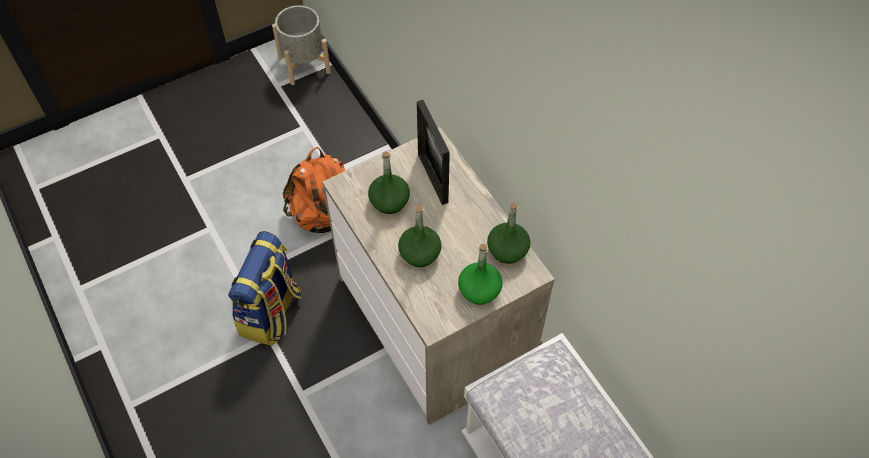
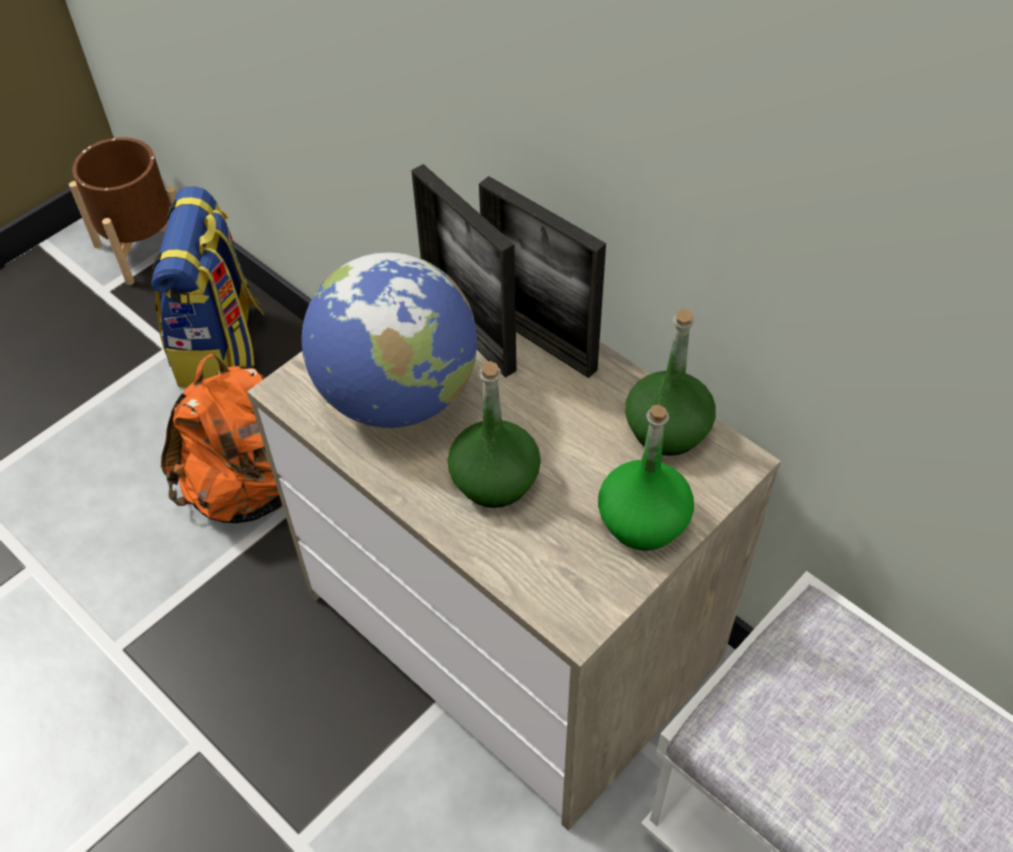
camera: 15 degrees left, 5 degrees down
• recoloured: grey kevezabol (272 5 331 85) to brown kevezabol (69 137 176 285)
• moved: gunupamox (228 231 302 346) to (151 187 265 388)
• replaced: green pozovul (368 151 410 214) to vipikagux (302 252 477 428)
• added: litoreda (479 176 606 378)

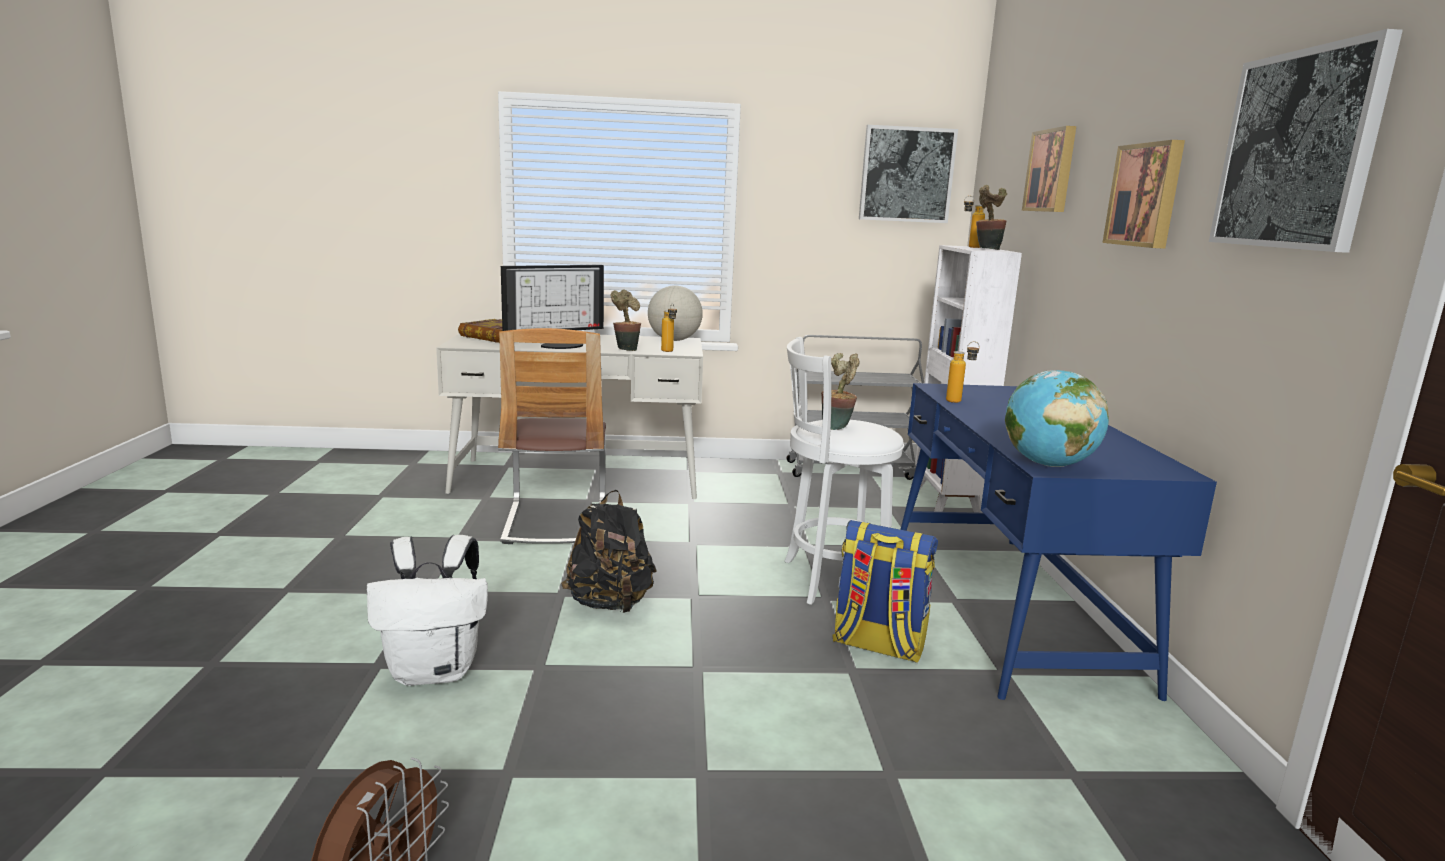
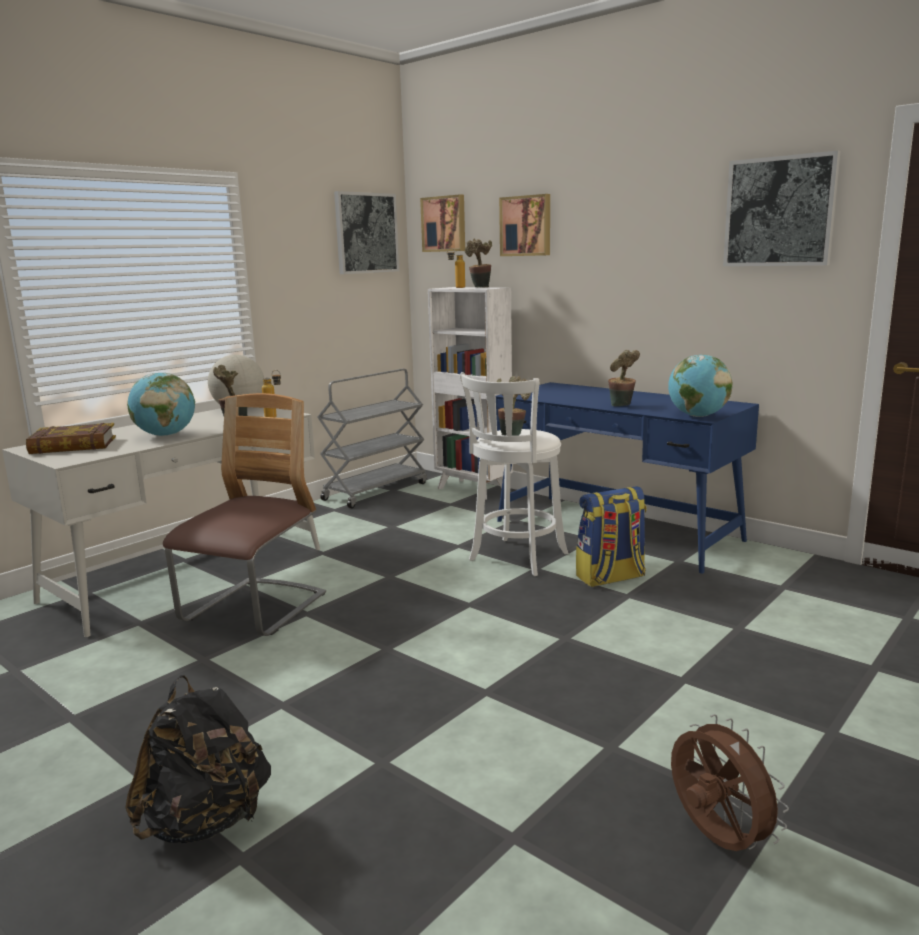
camera: 45 degrees left, 0 degrees up
• moved: black gunupamox (561 490 657 613) to (125 675 271 844)
• replaced: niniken (501 265 604 349) to vipikagux (127 373 195 436)
• turned: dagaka (498 328 606 544) = (163 393 326 636) 105 degrees counterclockwise
• moved: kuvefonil (1103 140 1185 249) to (420 194 465 252)
• added: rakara (608 350 640 406)
• removed: white gunupamox (366 535 488 686)
• removed: pozovul (946 341 980 403)

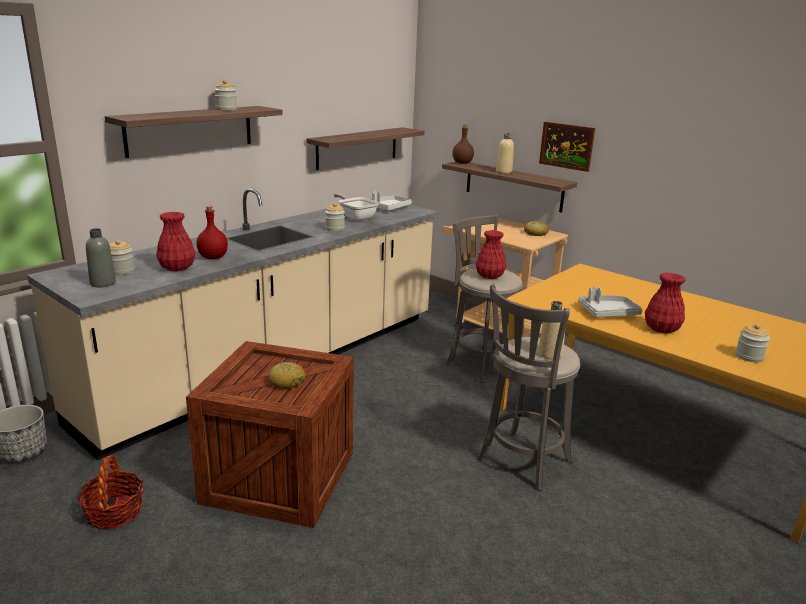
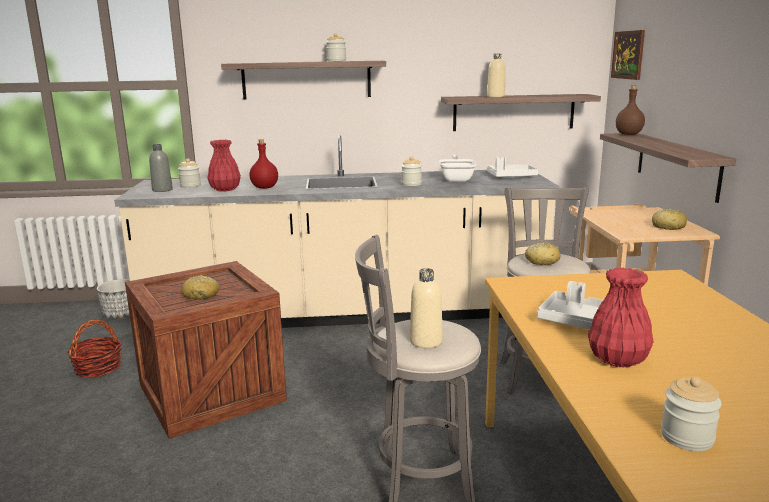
camera: 45 degrees right, 5 degrees down
• moved: beige pozovul (496 133 514 173) to (487 53 505 97)
• replaced: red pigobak (476 230 506 279) to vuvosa (525 242 561 265)
• moved: kuvefonil (539 122 595 172) to (611 30 645 80)

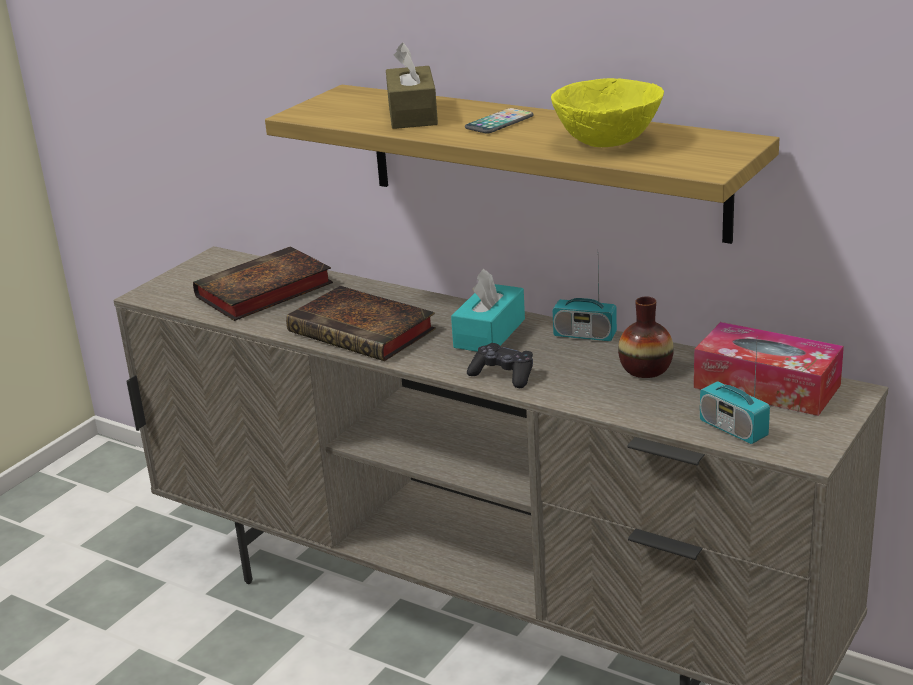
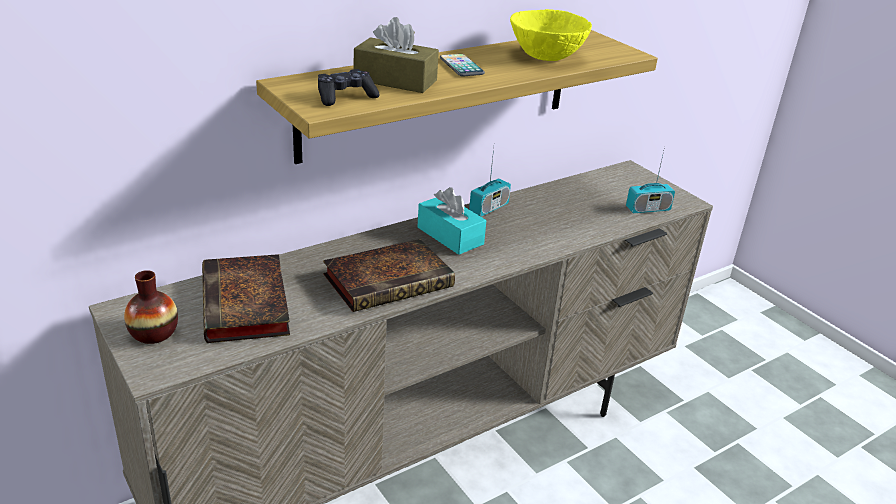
camera: 70 degrees left, 5 degrees up
• moved: pigobak (618 297 674 378) to (124 270 178 344)
• moved: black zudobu (467 343 533 388) to (318 69 380 106)
• removed: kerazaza (694 322 844 416)

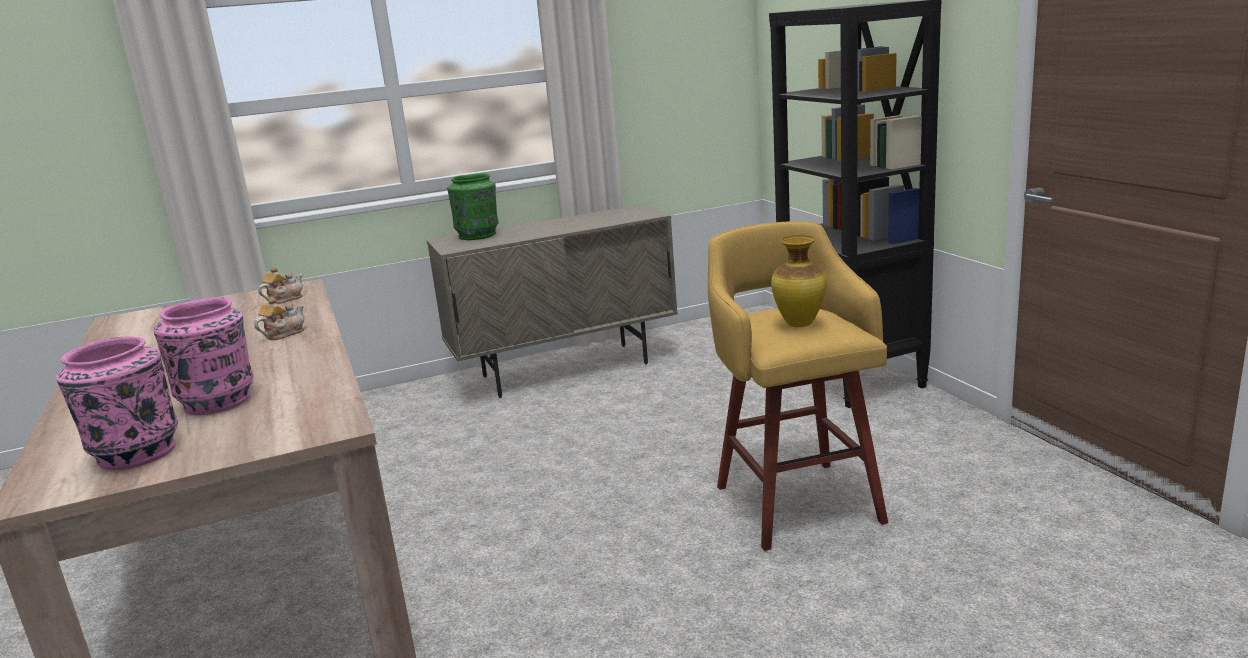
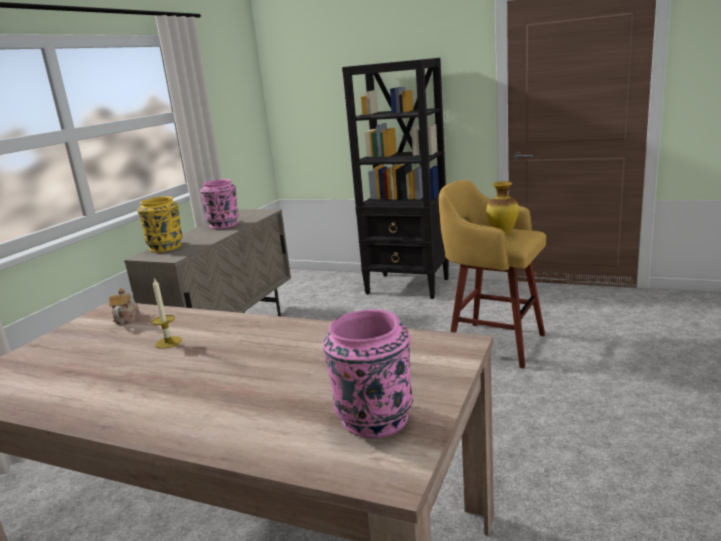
camera: 45 degrees left, 0 degrees up
• recoloured: green pigobak (447 173 499 240) to yellow pigobak (137 196 183 252)
• added: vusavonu (152 277 182 349)
• moved: pink pigobak (153 297 254 415) to (200 179 239 229)
• removed: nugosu (254 297 304 340)

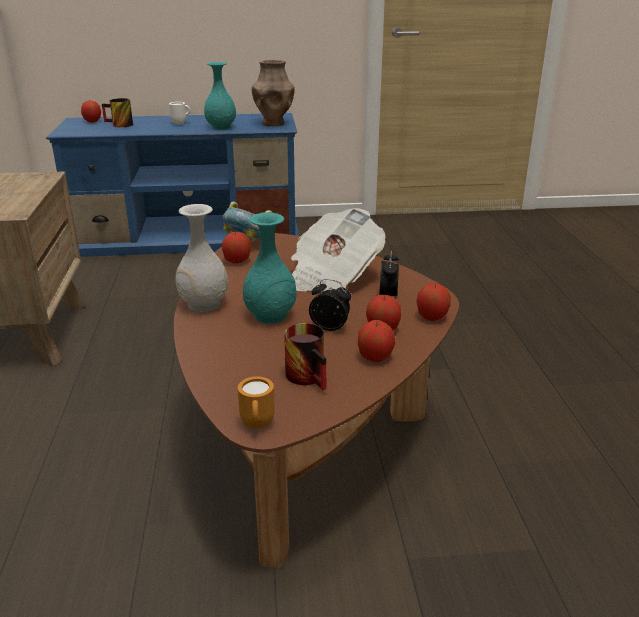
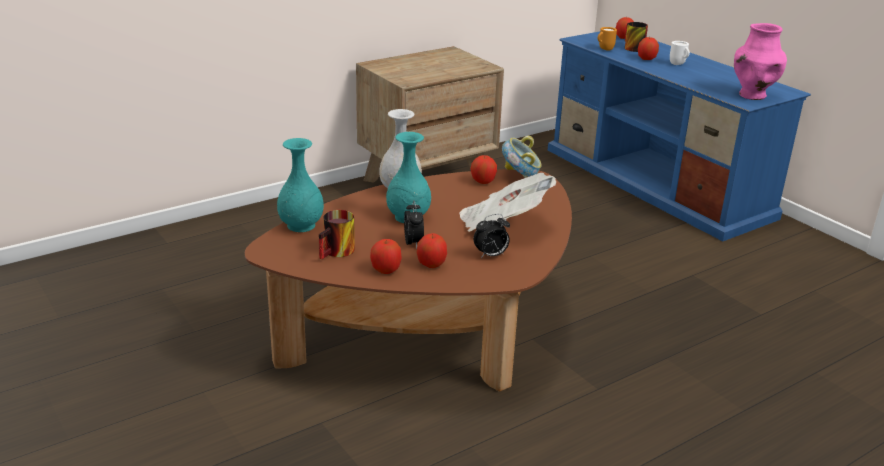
camera: 60 degrees right, 0 degrees up
• moved: turquoise pigobak (204 62 236 130) to (277 138 324 232)
• moved: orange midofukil (238 376 275 428) to (598 27 617 51)
• moved: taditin (416 283 451 321) to (638 37 659 60)
• recoloured: brown pigobak (251 59 295 126) to pink pigobak (734 23 787 100)

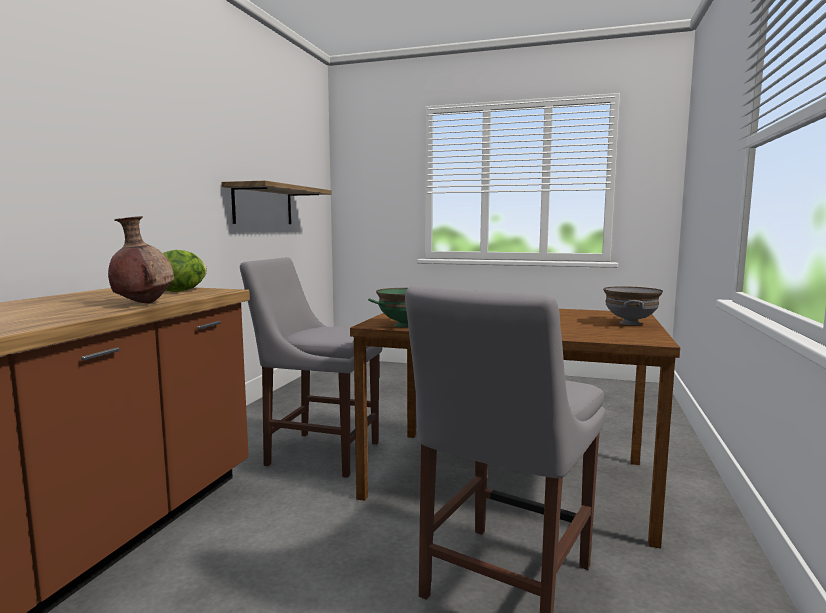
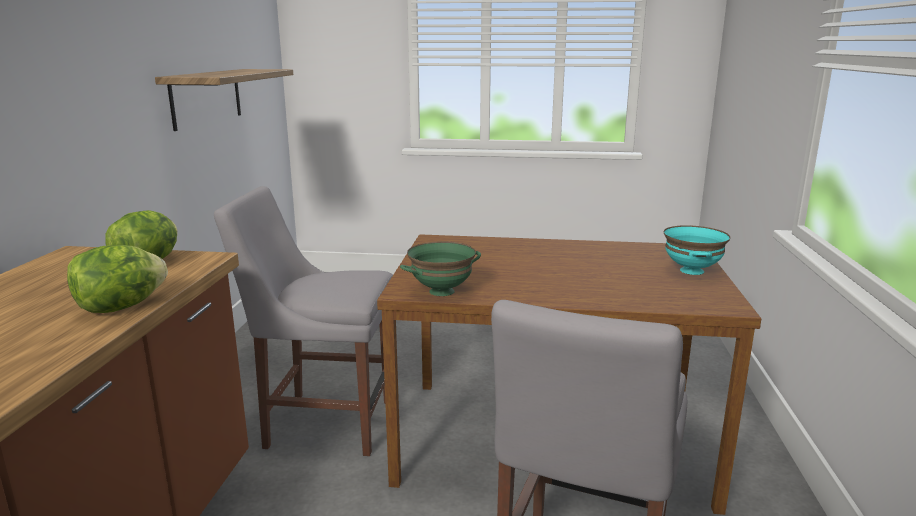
camera: 10 degrees left, 10 degrees up
• replaced: brown pigobak (108 216 174 303) to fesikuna (67 245 168 313)
• recoloured: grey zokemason (603 286 663 325) to turquoise zokemason (664 225 730 275)

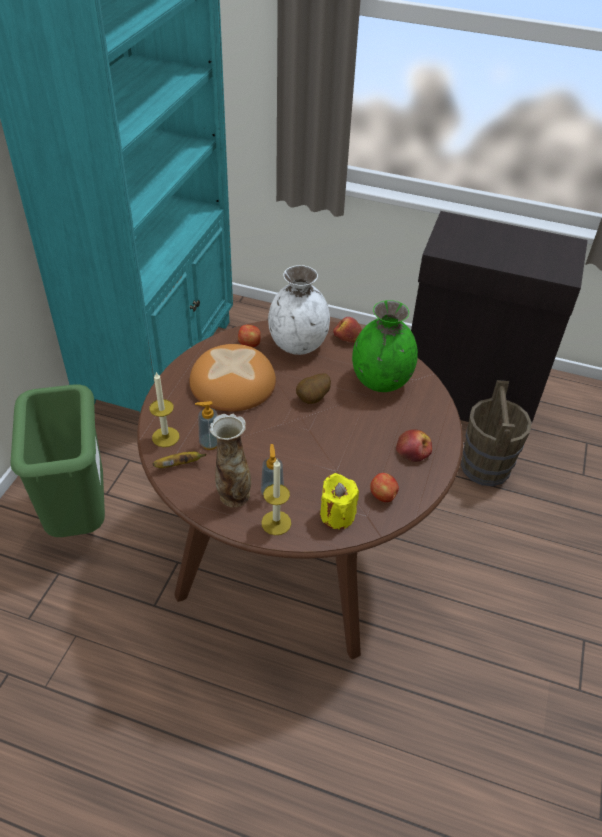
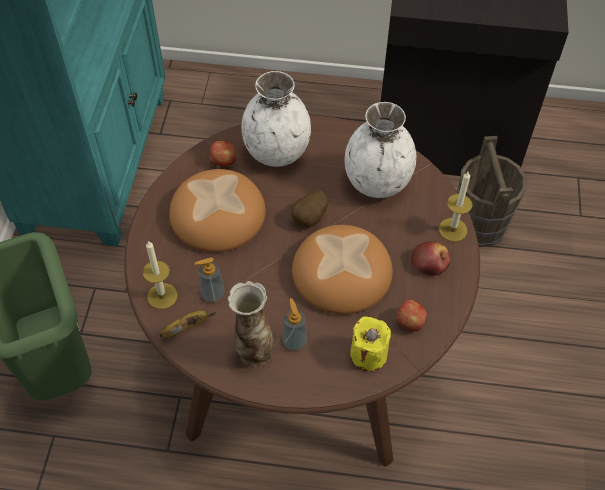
camera: 10 degrees left, 10 degrees up
• added: vuvosa (292 225 393 314)
• recoloured: green pigobak (352 300 418 392) to white pigobak (344 102 416 198)
• moved: vusavonu (261 460 291 535) to (439 172 472 242)
• removed: taditin (333 317 362 343)

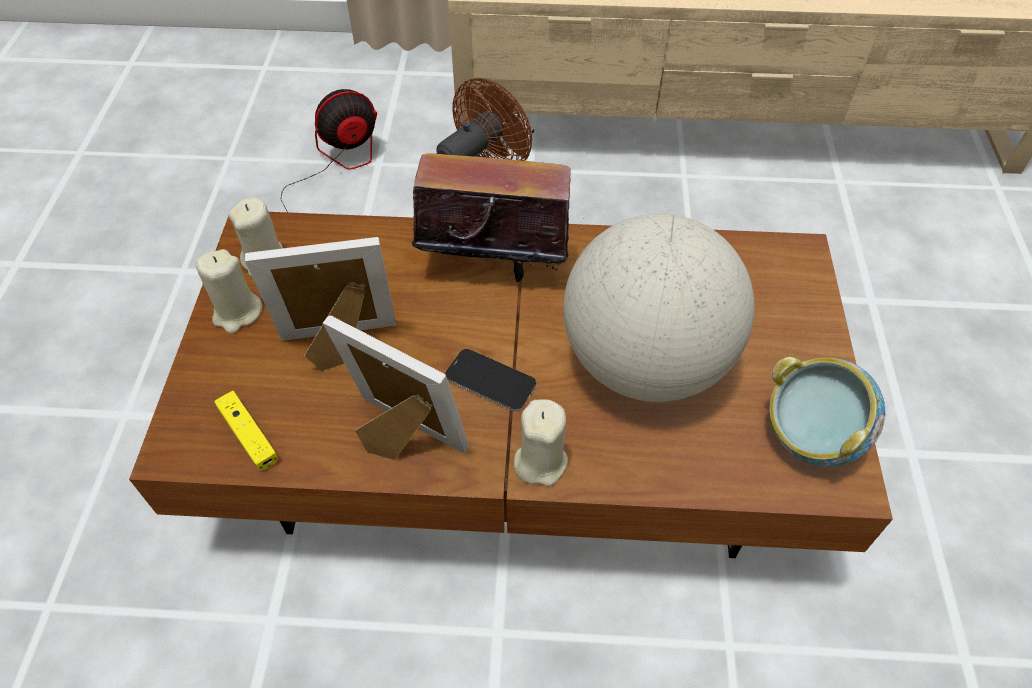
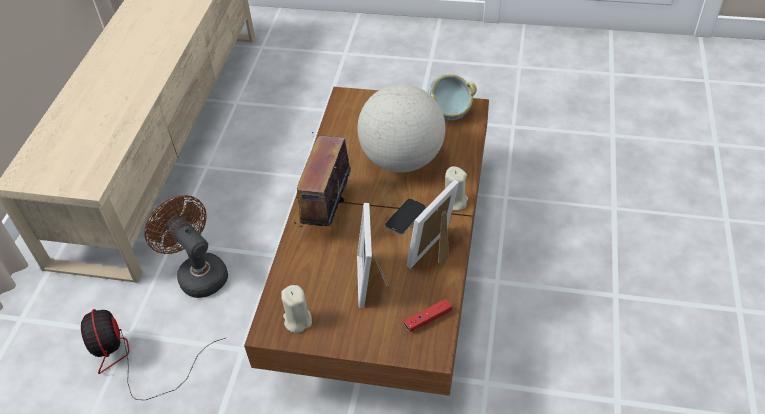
camera: 80 degrees left, 5 degrees down
• recoloured: yellow zudobu (214 391 278 470) to red zudobu (404 298 452 332)
• removed: beige vusavonu (196 249 263 334)

